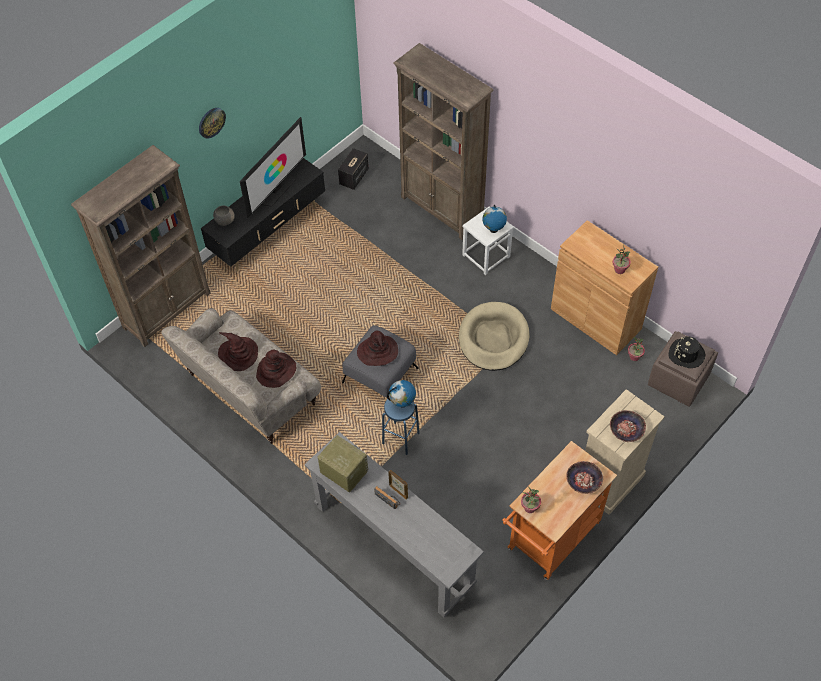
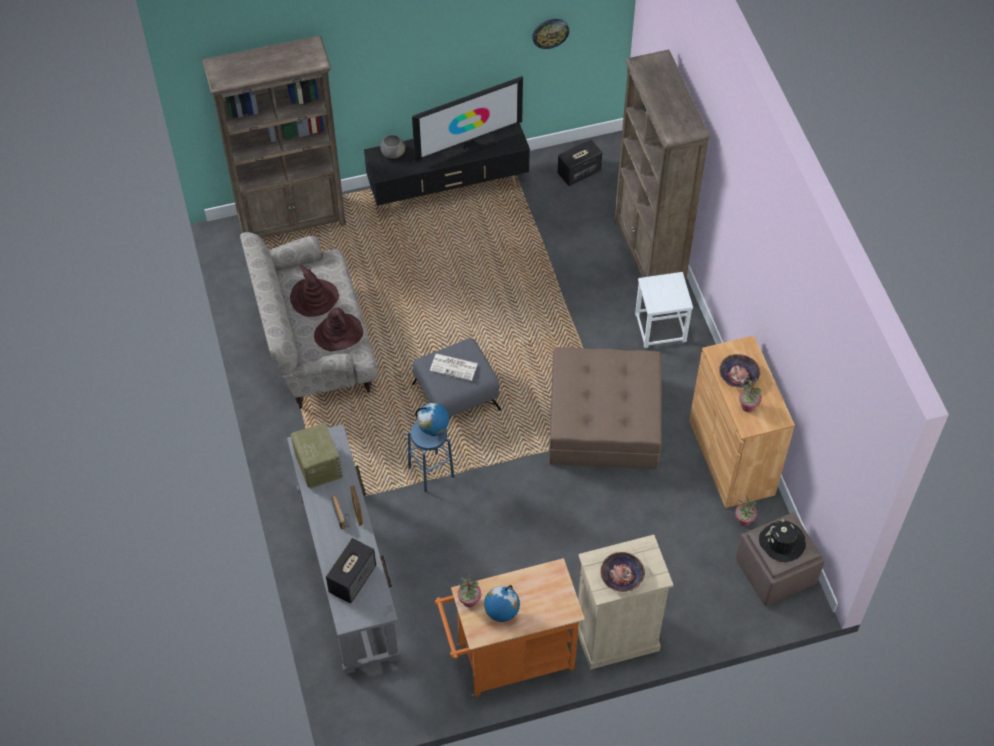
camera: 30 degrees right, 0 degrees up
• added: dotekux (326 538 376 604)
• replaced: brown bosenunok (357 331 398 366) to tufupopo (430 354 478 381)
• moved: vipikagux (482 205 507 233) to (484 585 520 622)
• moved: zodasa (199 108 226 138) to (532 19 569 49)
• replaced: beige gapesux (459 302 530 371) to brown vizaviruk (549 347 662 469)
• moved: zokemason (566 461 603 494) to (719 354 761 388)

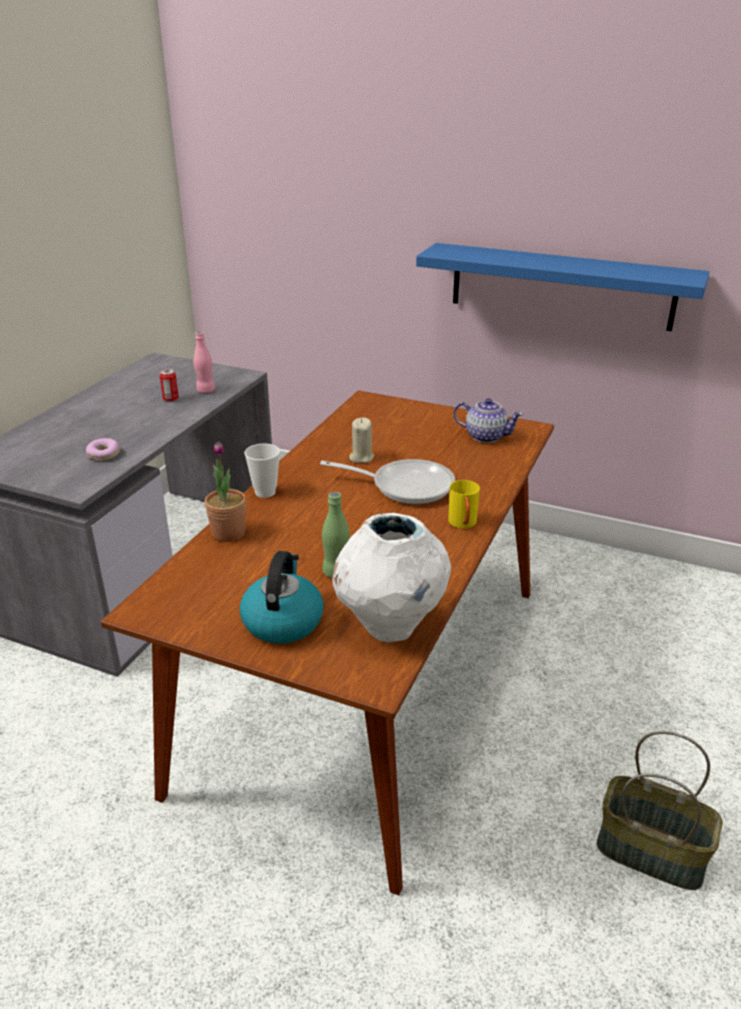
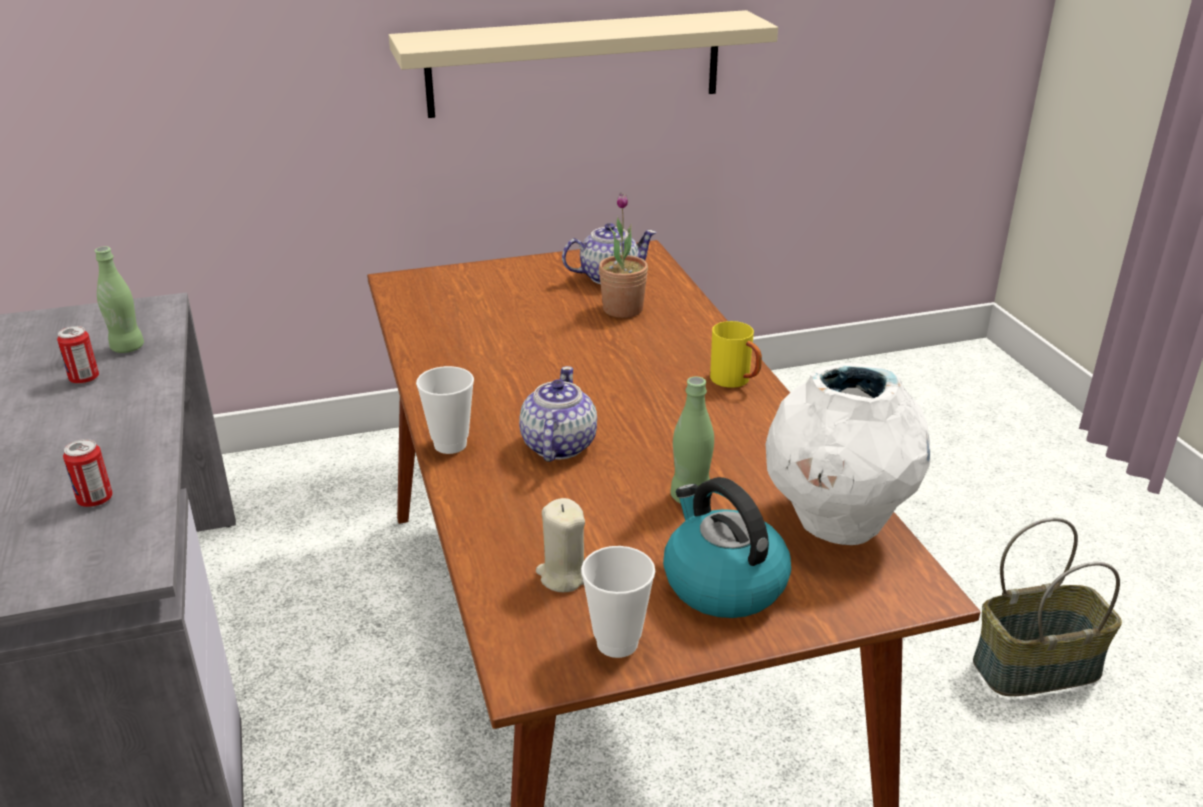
camera: 40 degrees left, 0 degrees up
• replaced: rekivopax (86 438 120 461) to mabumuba (63 439 113 507)
• recoloured: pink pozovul (193 331 215 393) to green pozovul (95 246 144 353)
• recoloured: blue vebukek (416 243 710 331) to beige vebukek (389 10 778 118)
• added: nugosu (519 366 597 462)
• moved: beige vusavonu (349 418 374 463) to (536 498 585 592)
• added: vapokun (581 546 655 658)
• moved: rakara (205 441 246 542) to (599 192 648 318)
• removed: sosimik (320 459 455 504)

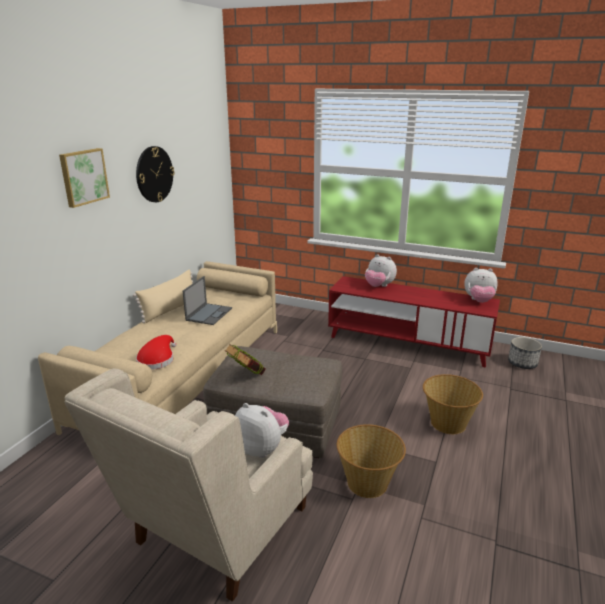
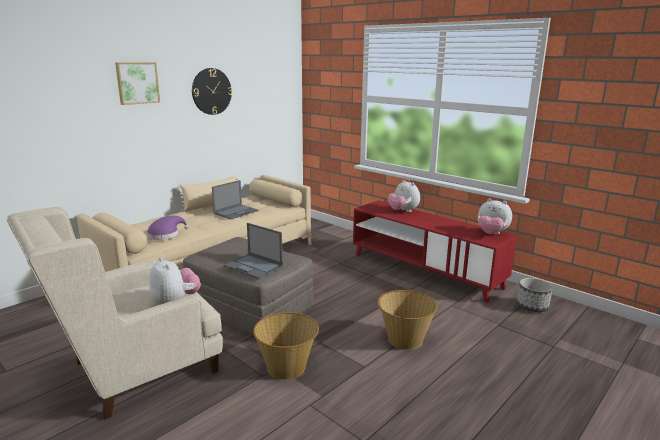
camera: 20 degrees right, 5 degrees down
• recoloured: red bosenunok (136 335 176 370) to purple bosenunok (147 216 189 240)
• added: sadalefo (224 223 283 279)
• removed: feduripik (224 344 266 375)

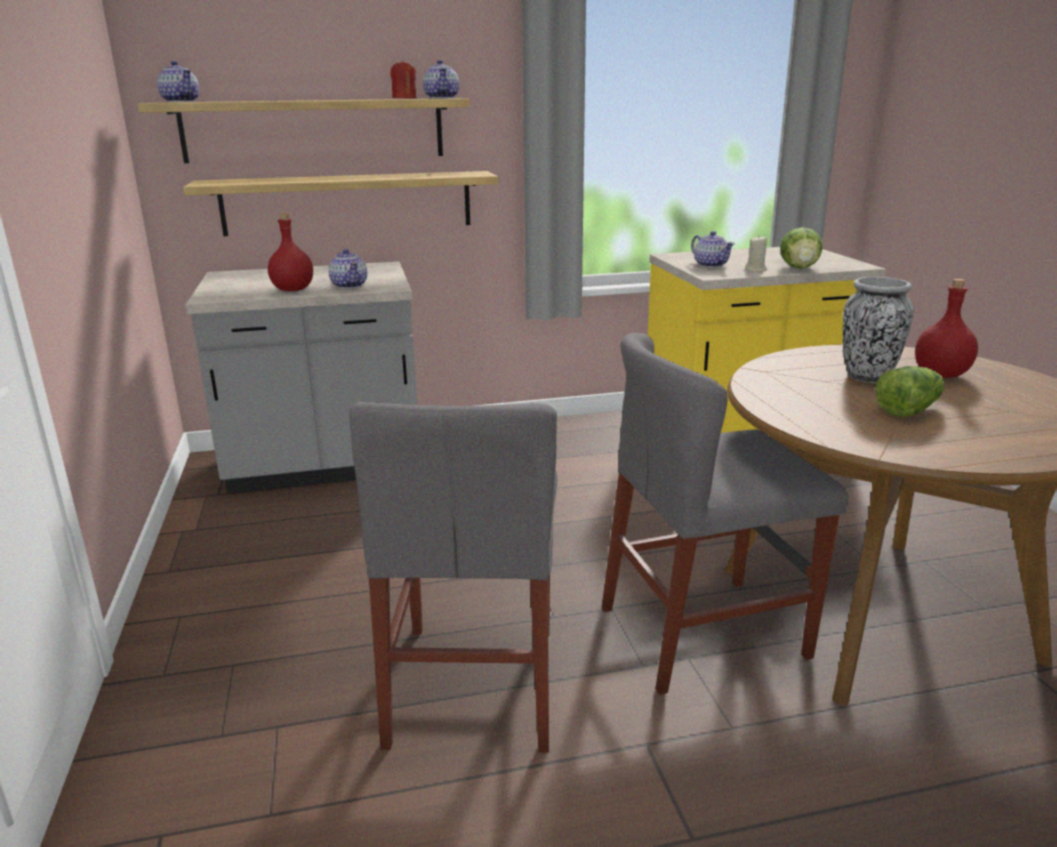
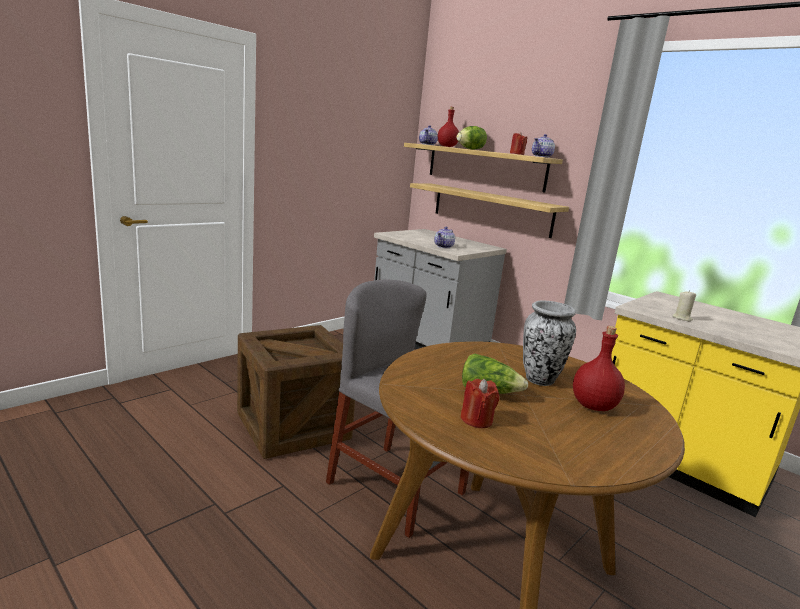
camera: 55 degrees right, 5 degrees down
• replaced: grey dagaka (349 402 557 753) to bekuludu (237 325 355 459)
• moved: red pozovul (268 213 313 291) to (438 107 459 147)
• moved: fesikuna (780 227 823 269) to (457 126 487 150)
• added: red vusavonu (460 379 499 428)
• removed: nugosu (691 231 735 268)

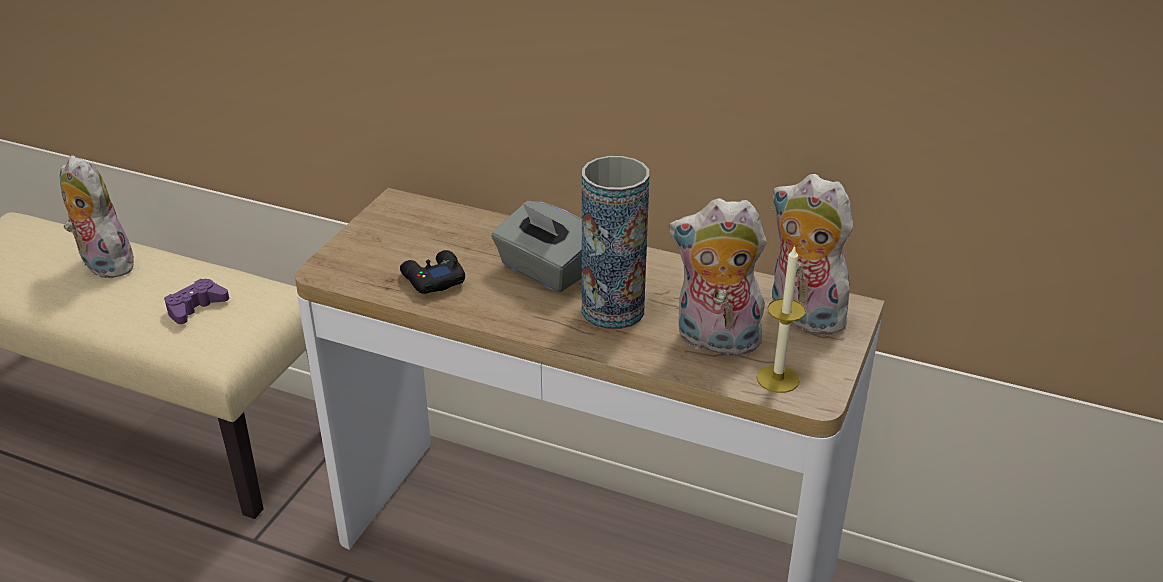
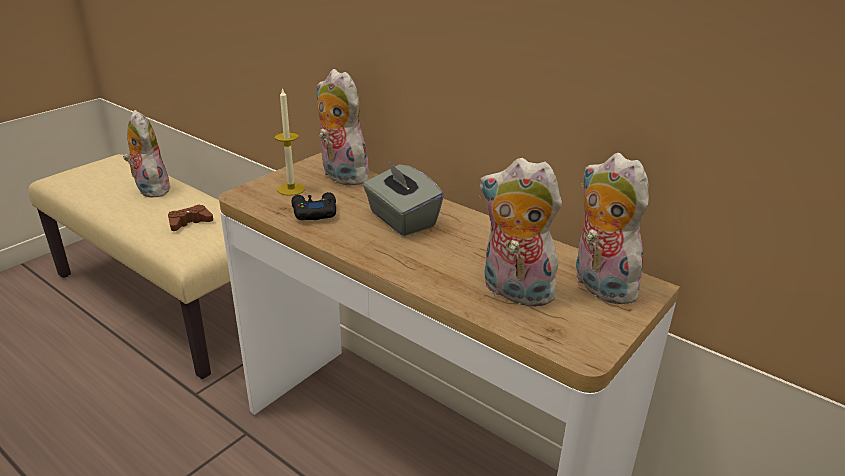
camera: 15 degrees right, 5 degrees down
• recoloured: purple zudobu (164 279 229 324) to brown zudobu (168 205 213 231)
• moved: vusavonu (757 245 806 393) to (274 87 305 196)
• added: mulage (317 69 369 186)
• removed: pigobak (582 156 649 329)

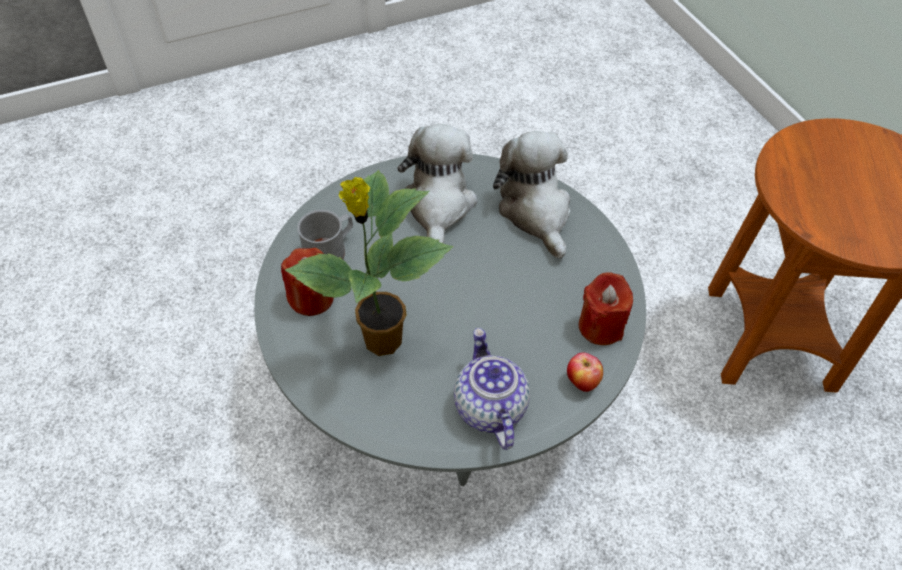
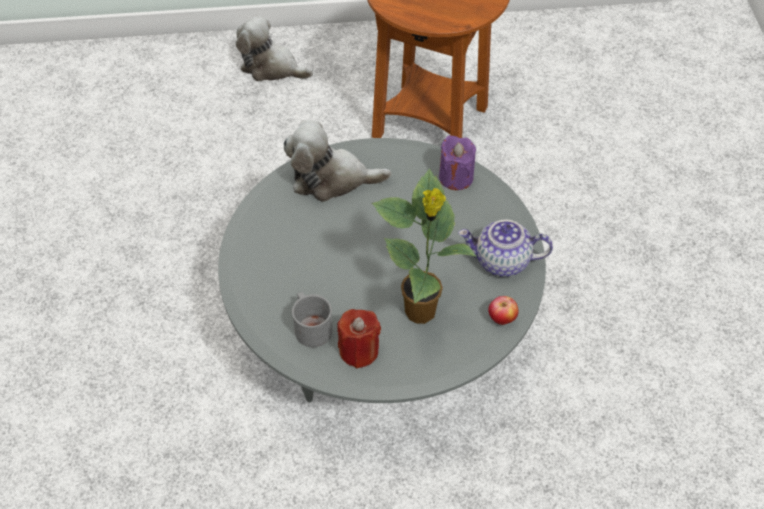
camera: 70 degrees left, 0 degrees up
• moved: mulage (398 124 478 244) to (236 16 313 81)
• recoloured: red vusavonu (579 272 633 345) to purple vusavonu (439 135 476 190)
• moved: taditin (567 353 603 392) to (488 296 518 325)

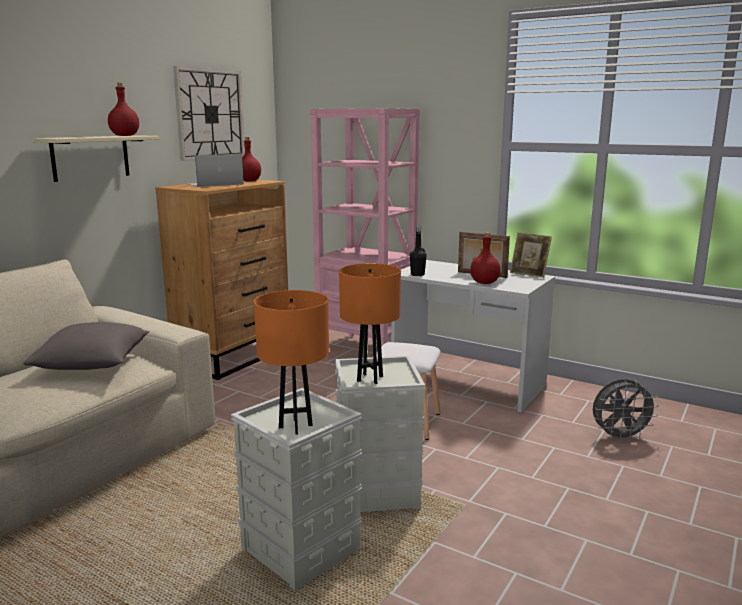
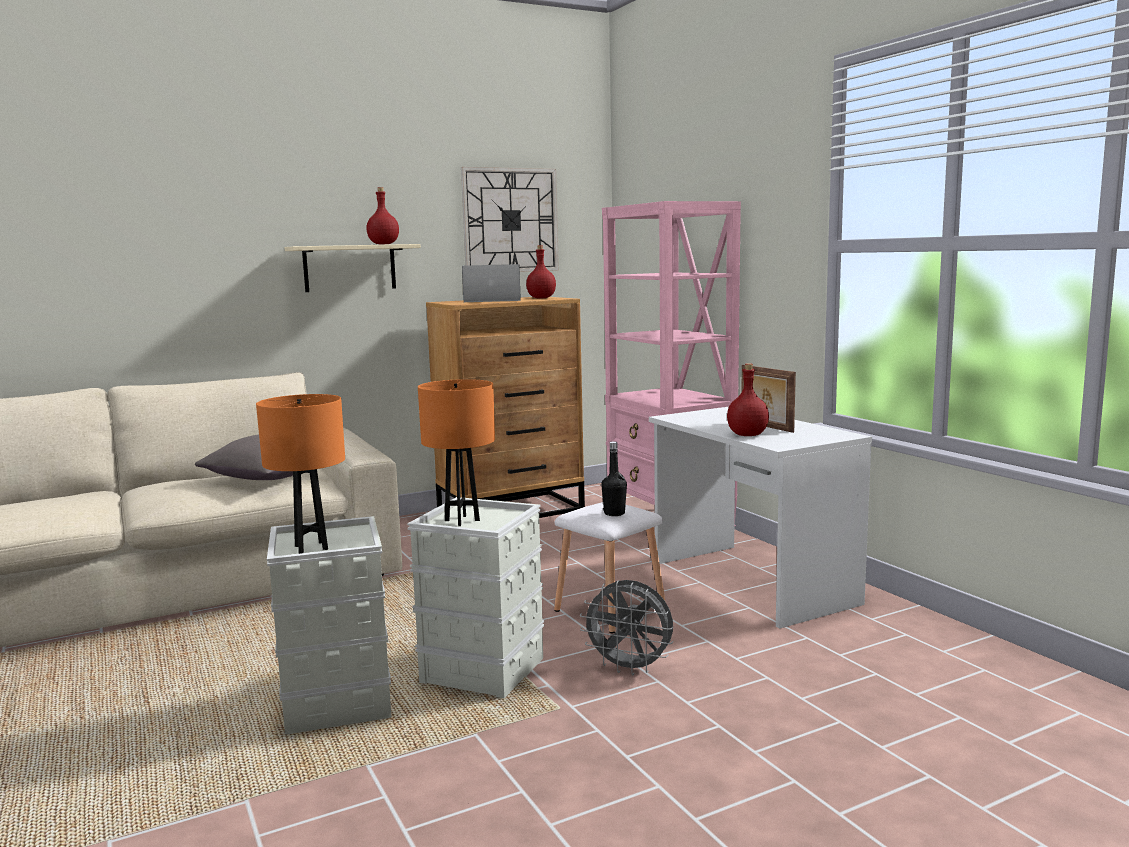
camera: 30 degrees right, 5 degrees down
• moved: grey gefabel (593 379 659 442) to (580 580 674 676)
• moved: black pozovul (410 227 427 276) to (601 441 627 516)
• removed: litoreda (510 232 552 278)

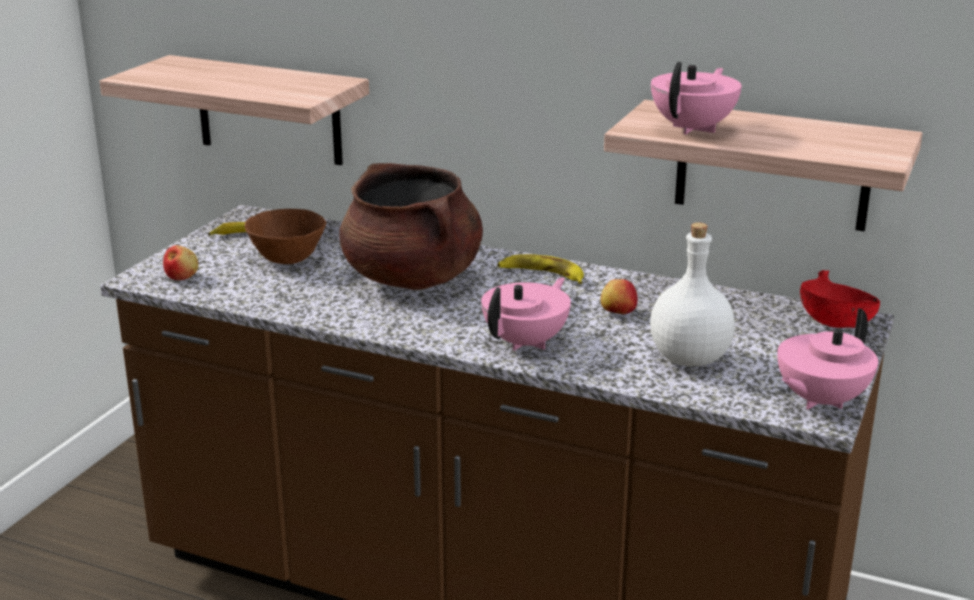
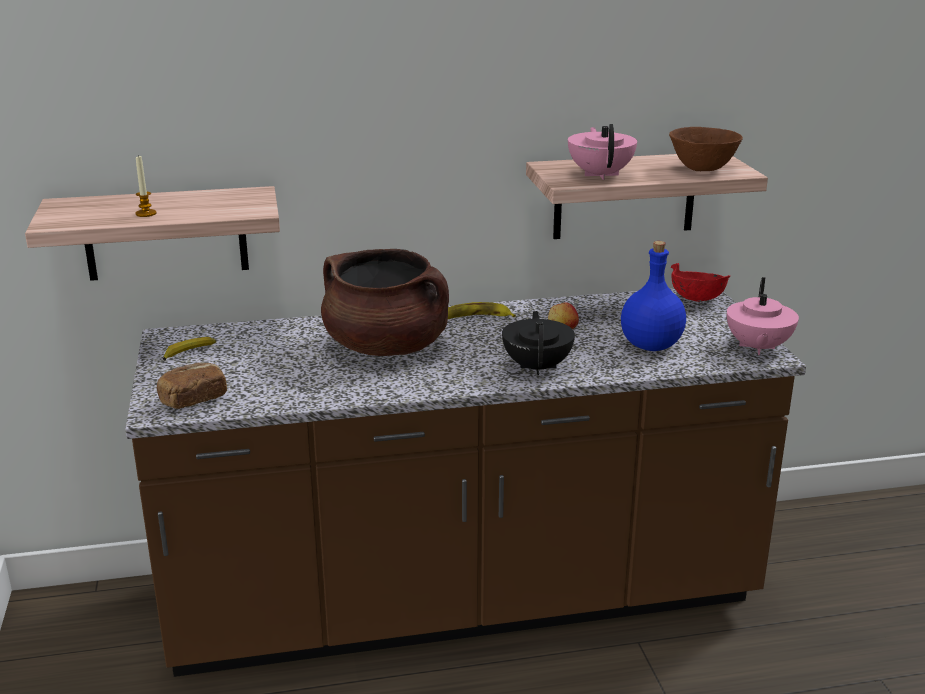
camera: 35 degrees left, 0 degrees up
• added: vusavonu (135 155 157 217)
• replaced: taditin (163 245 198 280) to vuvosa (157 363 227 409)
• recoloured: pink nugosu (481 277 571 351) to black nugosu (502 311 575 375)
• recoloured: white pozovul (650 222 735 366) to blue pozovul (621 241 686 351)
• moved: brown zokemason (245 209 326 264) to (669 127 743 171)

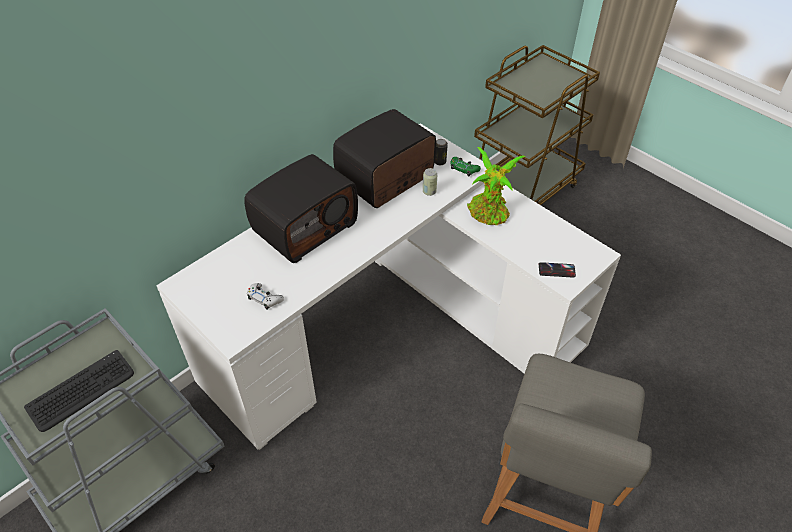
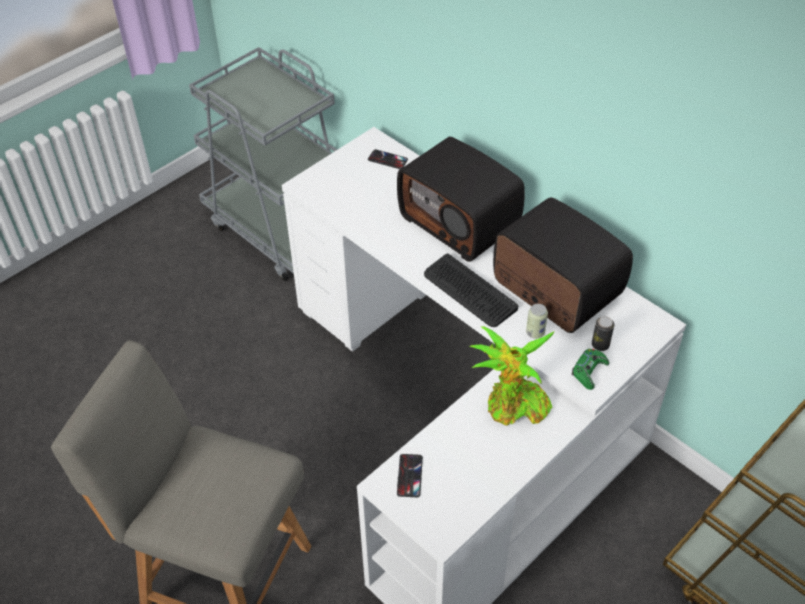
camera: 90 degrees right, 0 degrees up
• added: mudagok (368 149 408 169)
• moved: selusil (24 350 134 432) to (424 253 518 327)
• removed: white zudobu (247 283 284 310)

